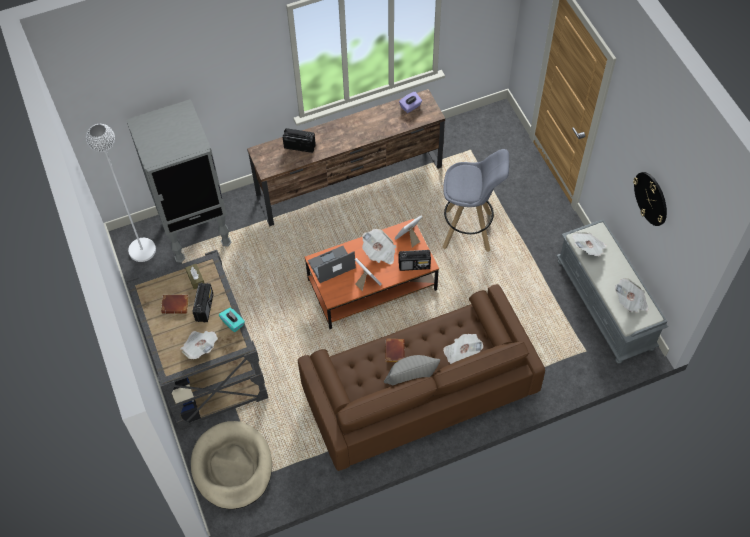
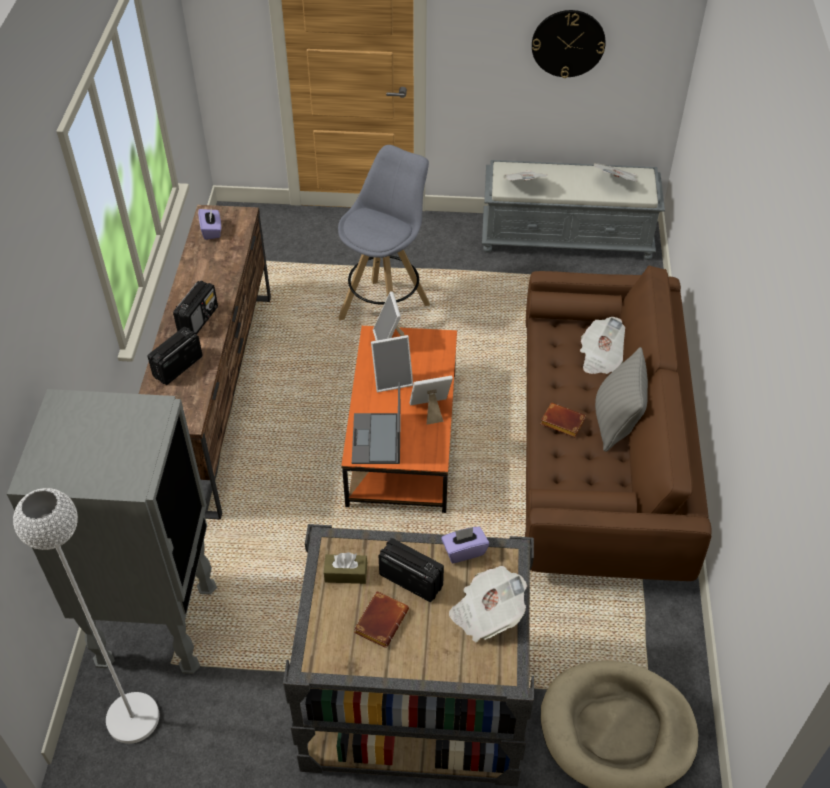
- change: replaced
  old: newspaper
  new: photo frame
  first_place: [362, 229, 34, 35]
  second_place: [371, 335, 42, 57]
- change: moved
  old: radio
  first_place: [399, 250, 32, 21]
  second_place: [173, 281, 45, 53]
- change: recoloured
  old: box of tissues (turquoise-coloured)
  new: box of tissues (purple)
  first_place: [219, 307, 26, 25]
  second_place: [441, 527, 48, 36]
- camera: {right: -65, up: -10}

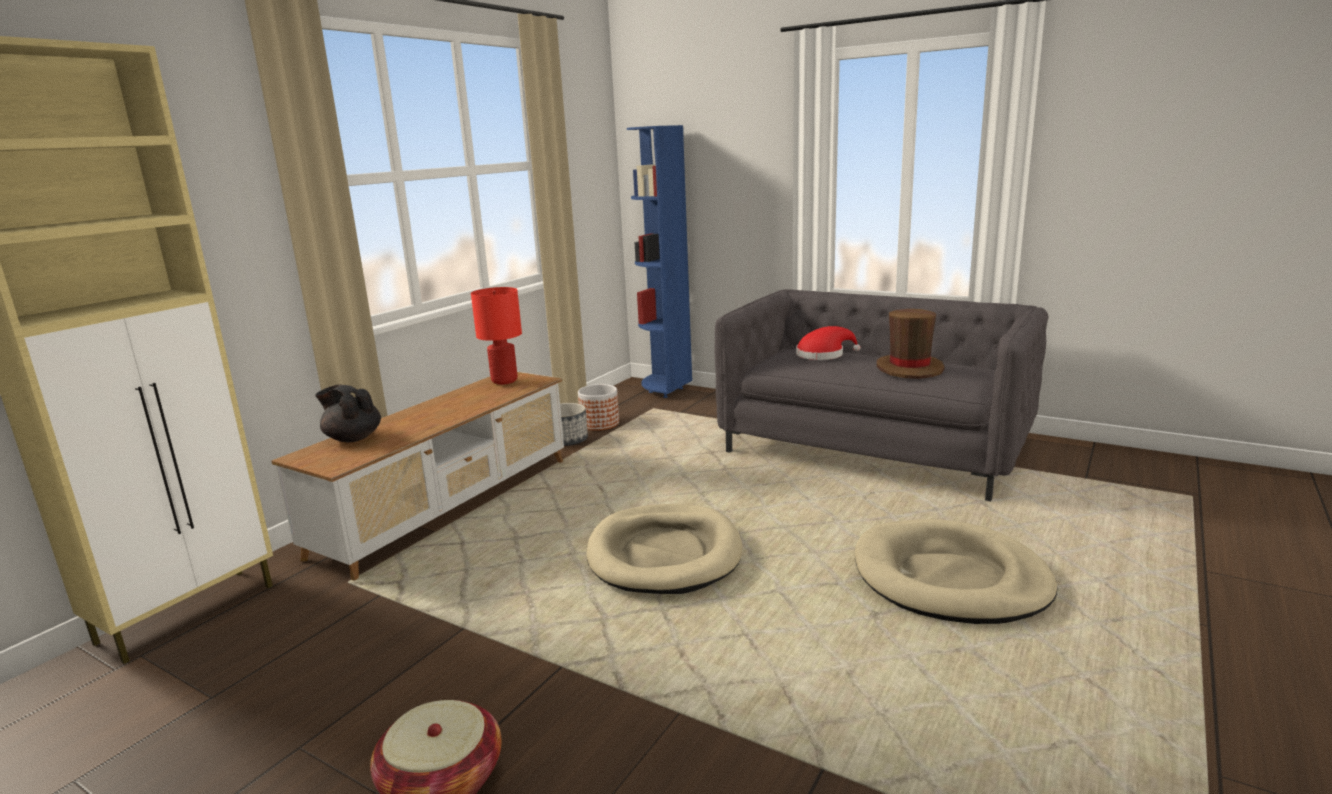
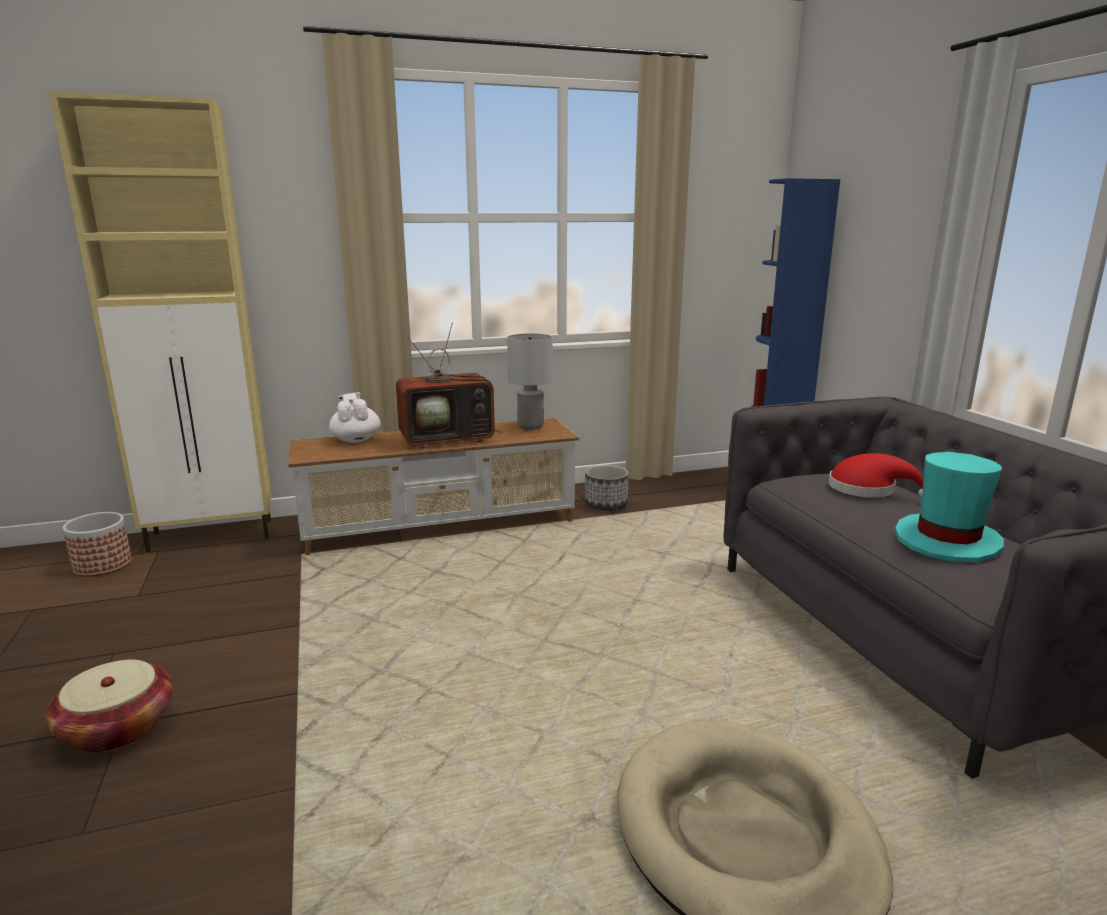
- change: recoloured
  old: tabletop lamp (red)
  new: tabletop lamp (gray)
  first_place: [471, 287, 51, 98]
  second_place: [507, 333, 46, 97]
- change: recoloured
  old: wearable hat (brown)
  new: wearable hat (turquoise-coloured)
  first_place: [877, 309, 68, 70]
  second_place: [895, 452, 109, 111]
- change: recoloured
  old: teapot (black-coloured)
  new: teapot (white)
  first_place: [315, 384, 66, 58]
  second_place: [329, 392, 52, 51]
- change: moved
  old: planter
  first_place: [578, 384, 41, 47]
  second_place: [63, 512, 69, 65]
- change: removed
  old: pet bed (sand-coloured)
  first_place: [586, 504, 156, 90]
- change: added
  new: TV
  second_place: [396, 322, 107, 127]
- camera: {right: 40, up: 0}

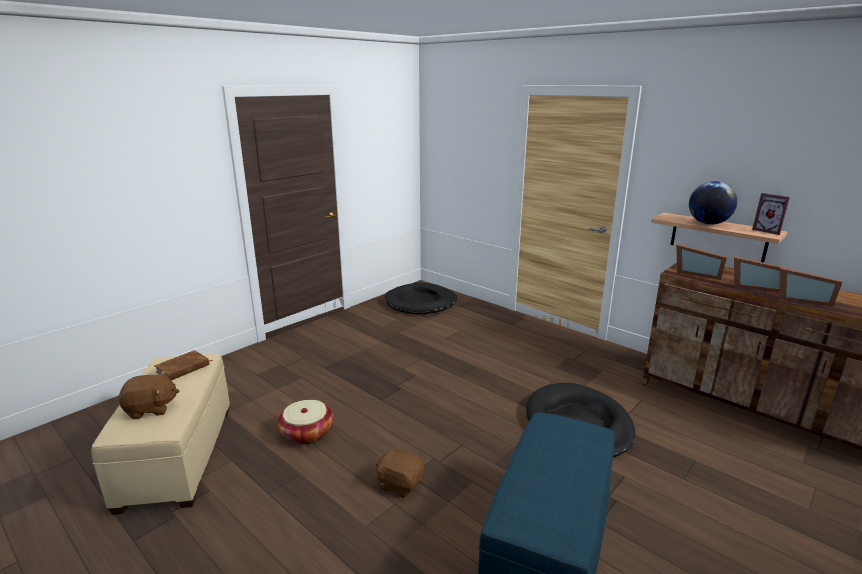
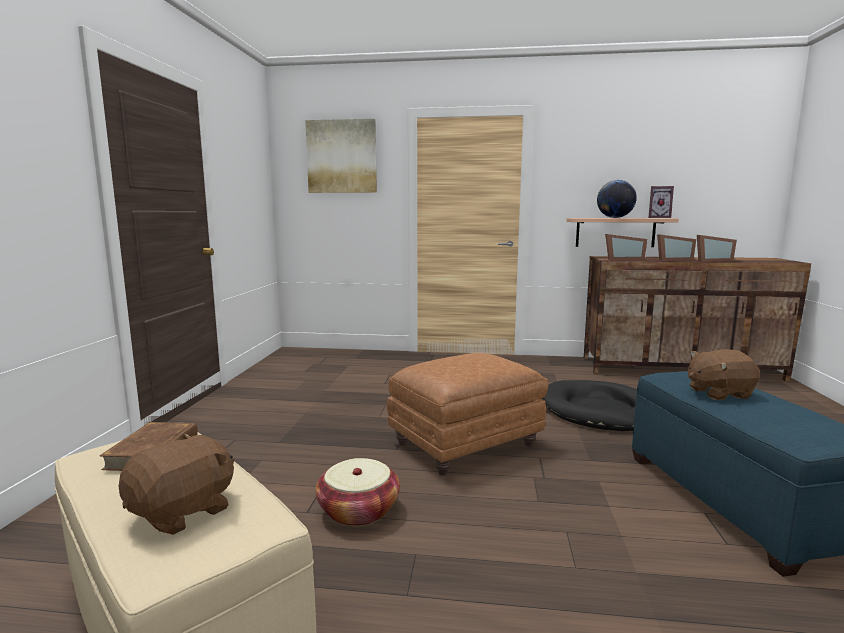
- change: removed
  old: pet bed (black-coloured)
  first_place: [385, 283, 72, 31]
- change: moved
  old: cuddly toy (brown)
  first_place: [376, 446, 48, 52]
  second_place: [688, 349, 72, 51]
- change: added
  new: wall picture
  second_place: [305, 119, 72, 74]
- change: added
  new: ottoman (brown)
  second_place: [387, 353, 161, 123]
- camera: {right: -35, up: -10}

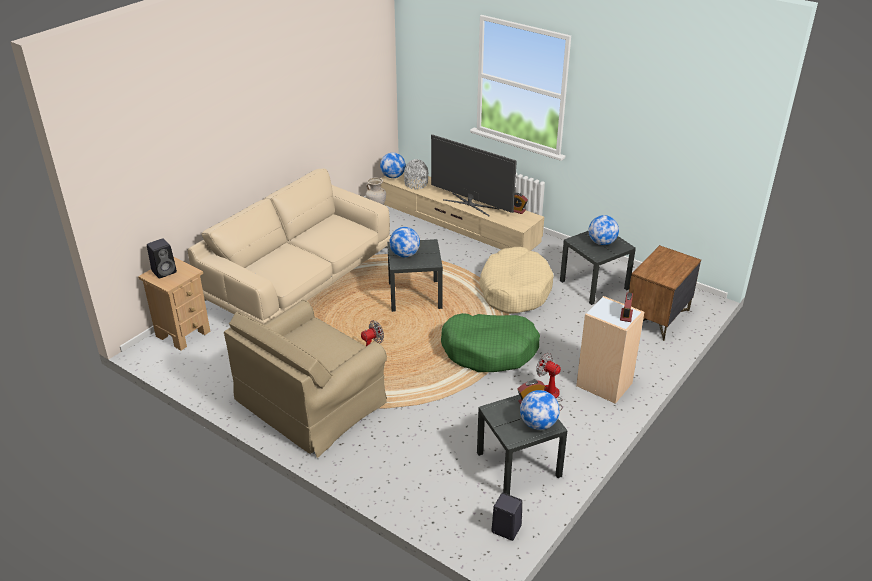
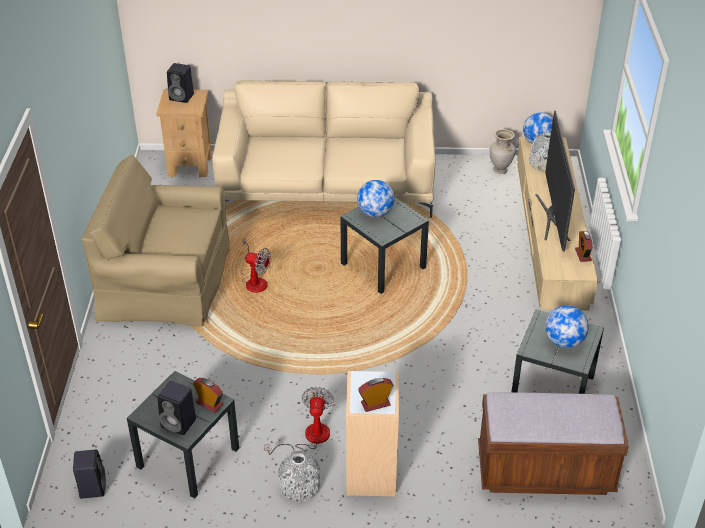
- change: replaced
  old: bedside table (brown)
  new: long seat (brown)
  first_place: [629, 245, 72, 96]
  second_place: [478, 392, 151, 103]
- change: removed
  old: pet bed (sand-coloured)
  first_place: [479, 247, 75, 67]
- change: removed
  old: pet bed (greenish)
  first_place: [441, 313, 99, 59]
- change: replaced
  old: globe
  new: loudspeaker (black-coloured)
  first_place: [520, 390, 40, 40]
  second_place: [157, 381, 39, 54]
- change: added
  new: flower vase (gray)
  second_place: [278, 451, 43, 52]
- camera: {right: 55, up: 5}

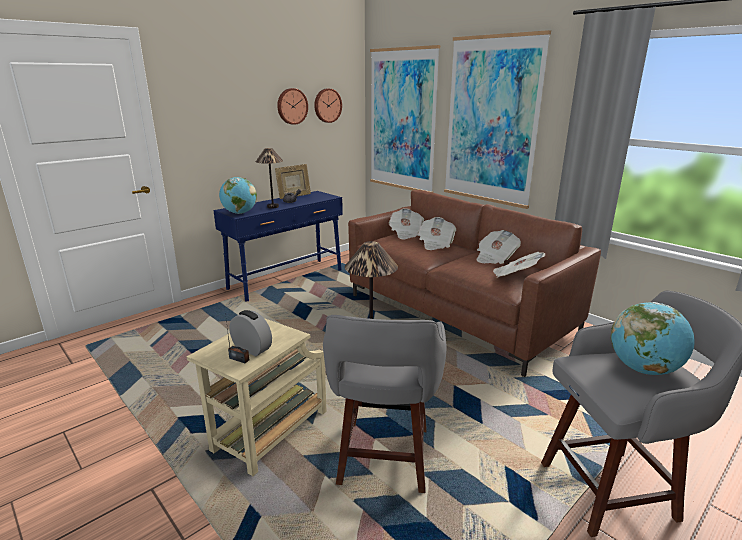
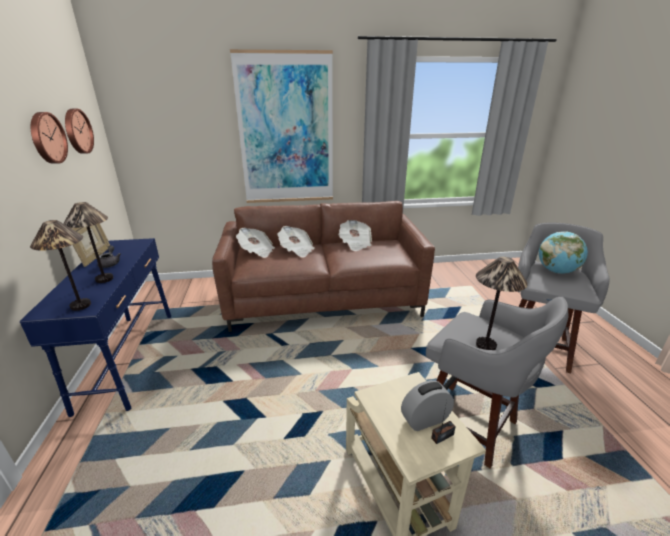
- change: removed
  old: wall picture
  first_place: [370, 45, 70, 148]
- change: replaced
  old: globe
  new: tabletop lamp
  first_place: [219, 177, 38, 37]
  second_place: [30, 220, 61, 91]
- change: removed
  old: newspaper
  first_place: [493, 252, 52, 25]
- camera: {right: -55, up: 5}

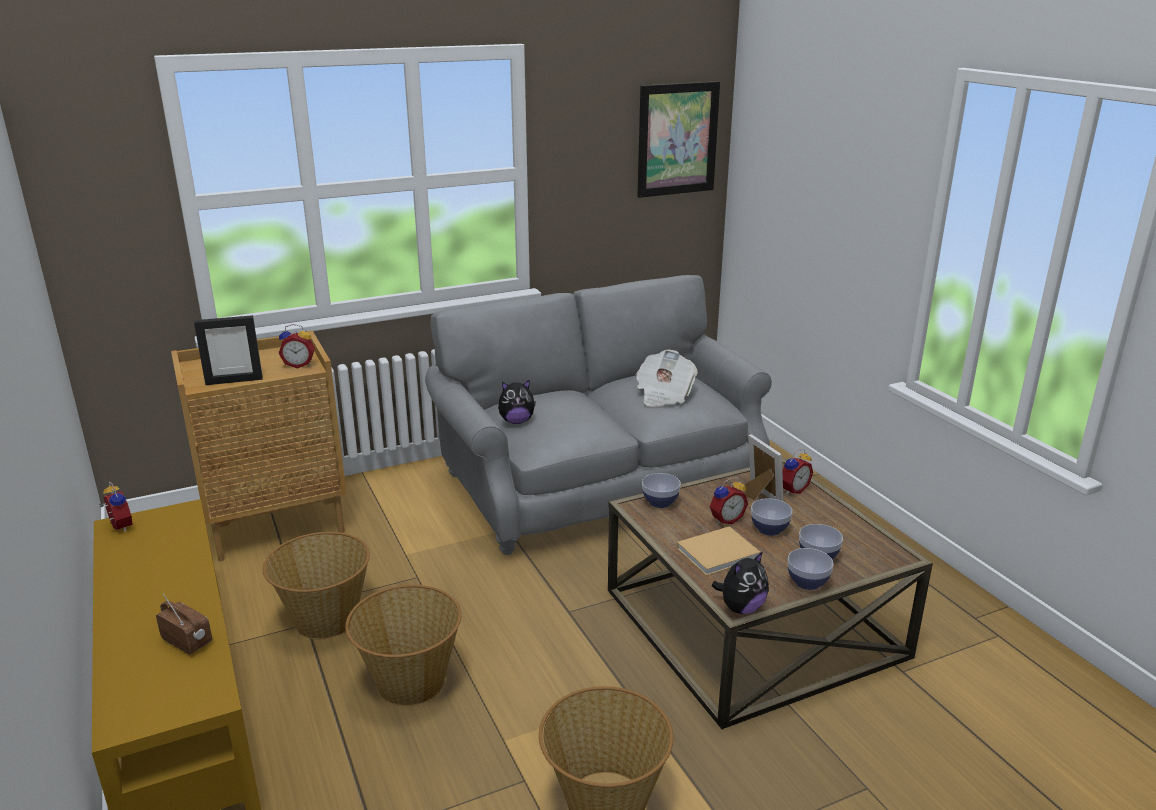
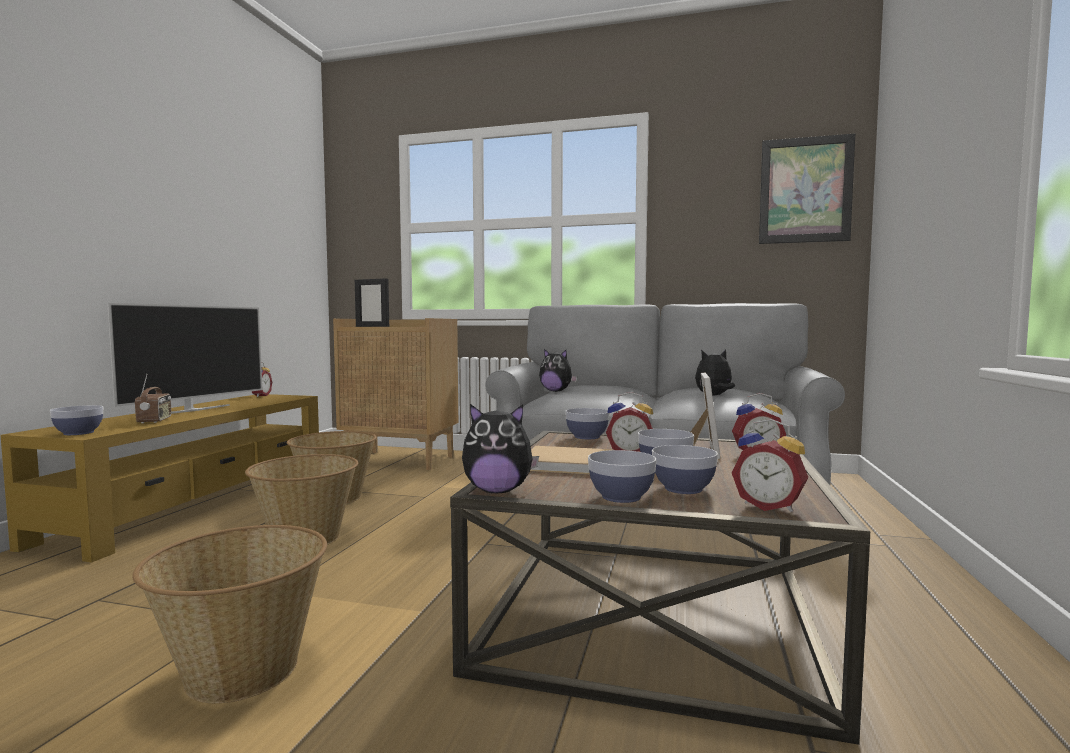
- change: moved
  old: bedside clock
  first_place: [279, 324, 36, 45]
  second_place: [732, 419, 76, 93]
- change: replaced
  old: newspaper
  new: cuddly toy
  first_place: [636, 350, 62, 57]
  second_place: [695, 350, 40, 46]
- change: added
  new: TV
  second_place: [107, 303, 155, 111]
- change: added
  new: deep dish
  second_place: [50, 405, 53, 30]
- camera: {right: 40, up: -20}

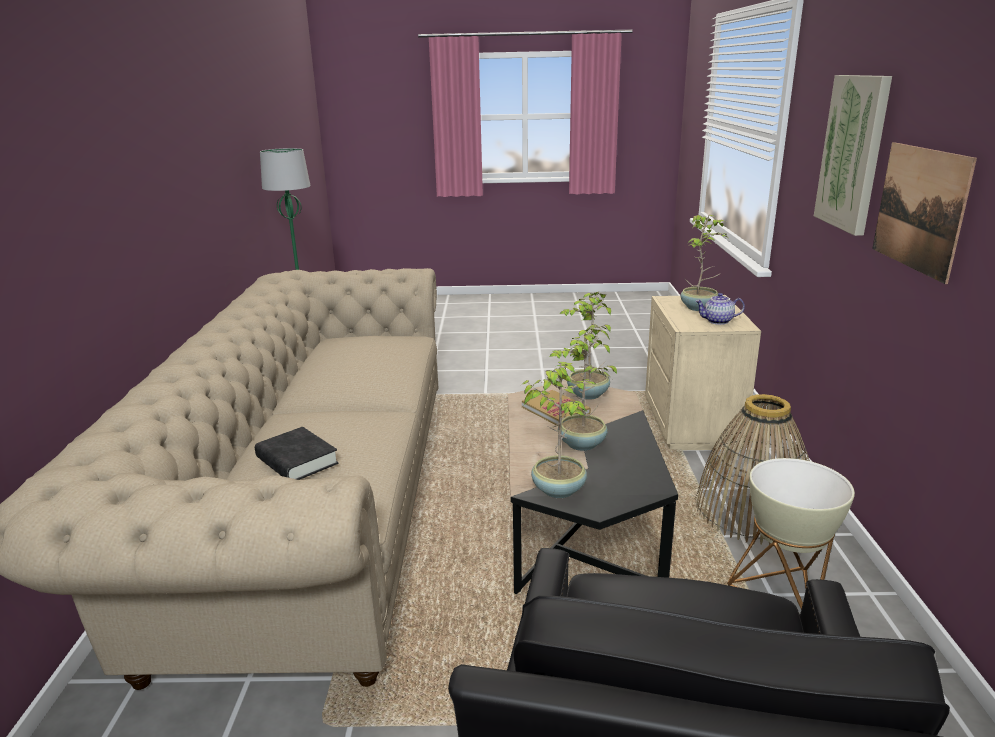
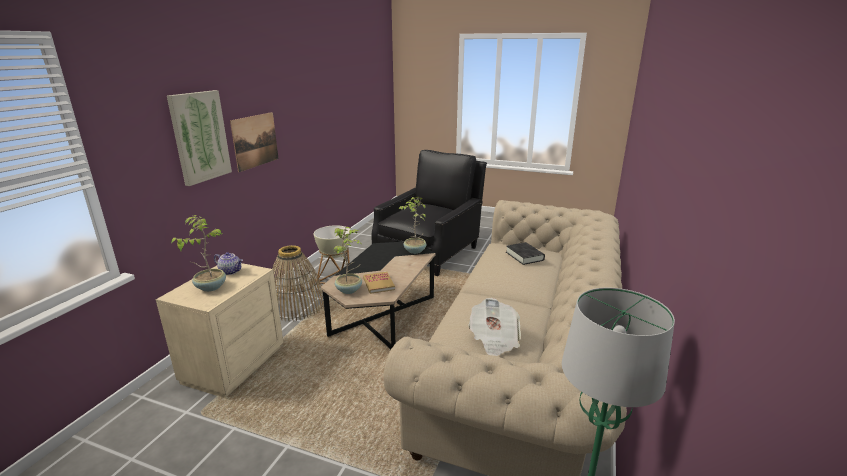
- change: removed
  old: houseplant
  first_place: [549, 327, 68, 124]
- change: added
  new: newspaper
  second_place: [468, 298, 53, 58]
- camera: {right: -160, up: 0}

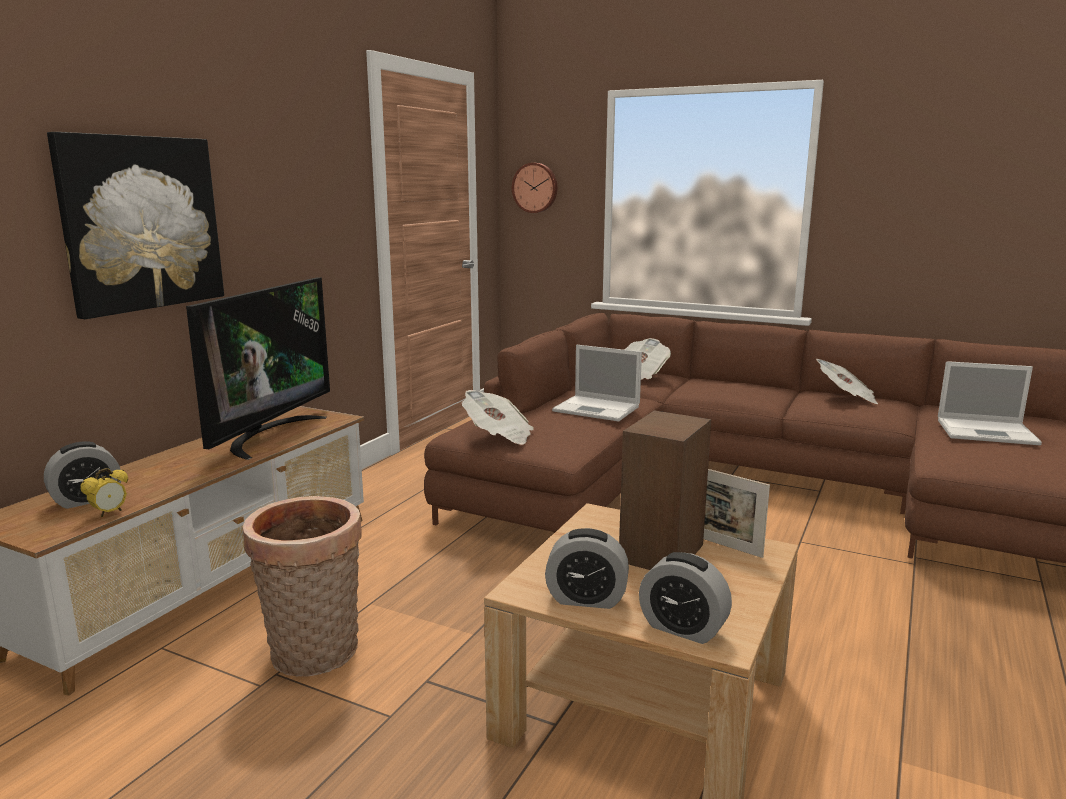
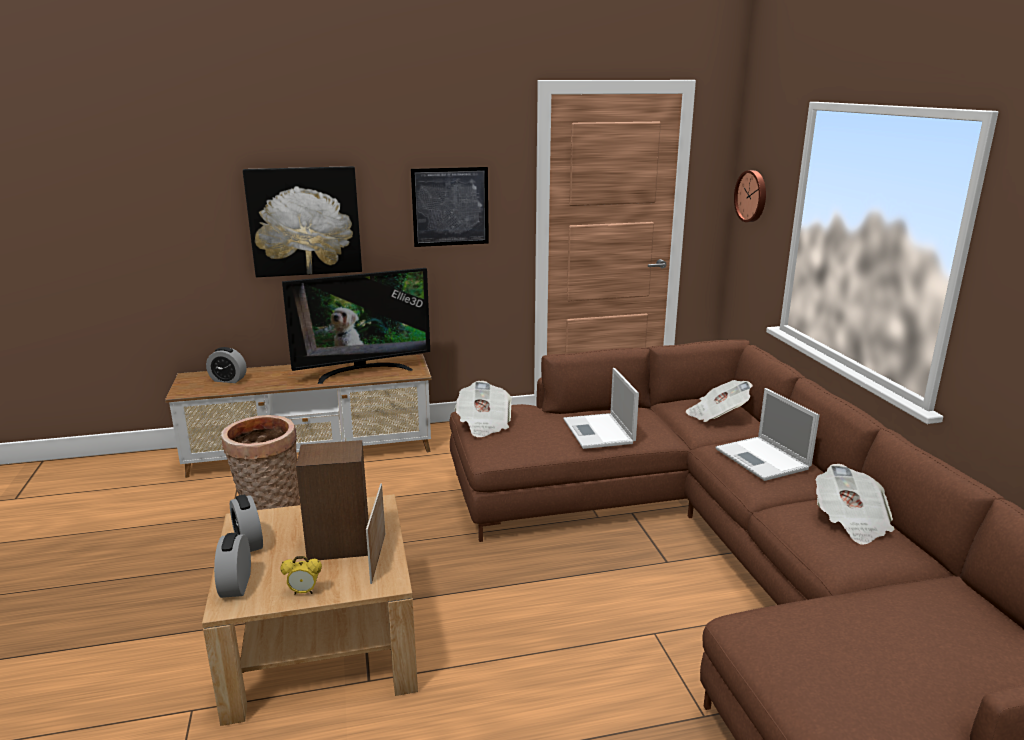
- change: moved
  old: laptop
  first_place: [938, 361, 104, 84]
  second_place: [716, 388, 104, 93]
- change: moved
  old: bedside clock
  first_place: [81, 468, 47, 49]
  second_place: [280, 556, 42, 39]
- change: added
  new: wall picture
  second_place: [411, 167, 78, 80]
- camera: {right: 50, up: 5}

